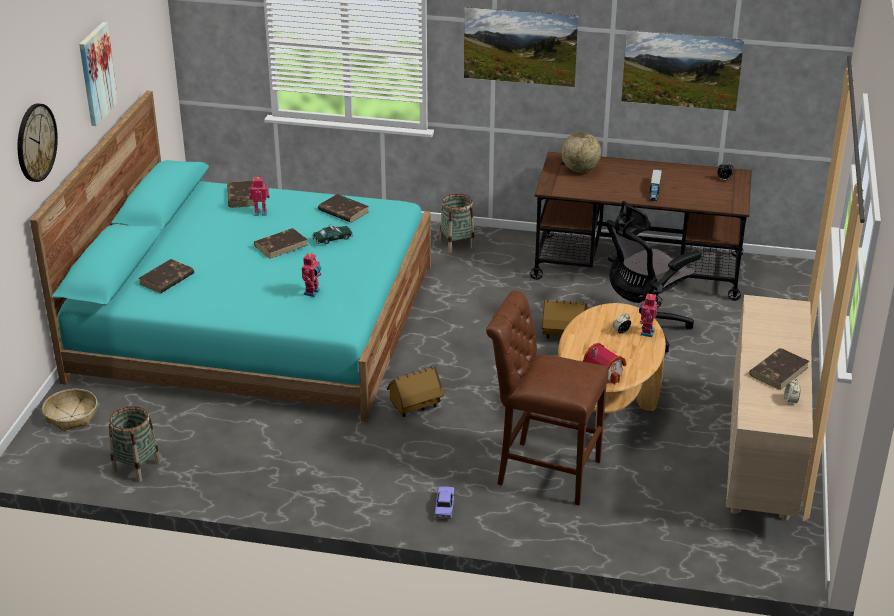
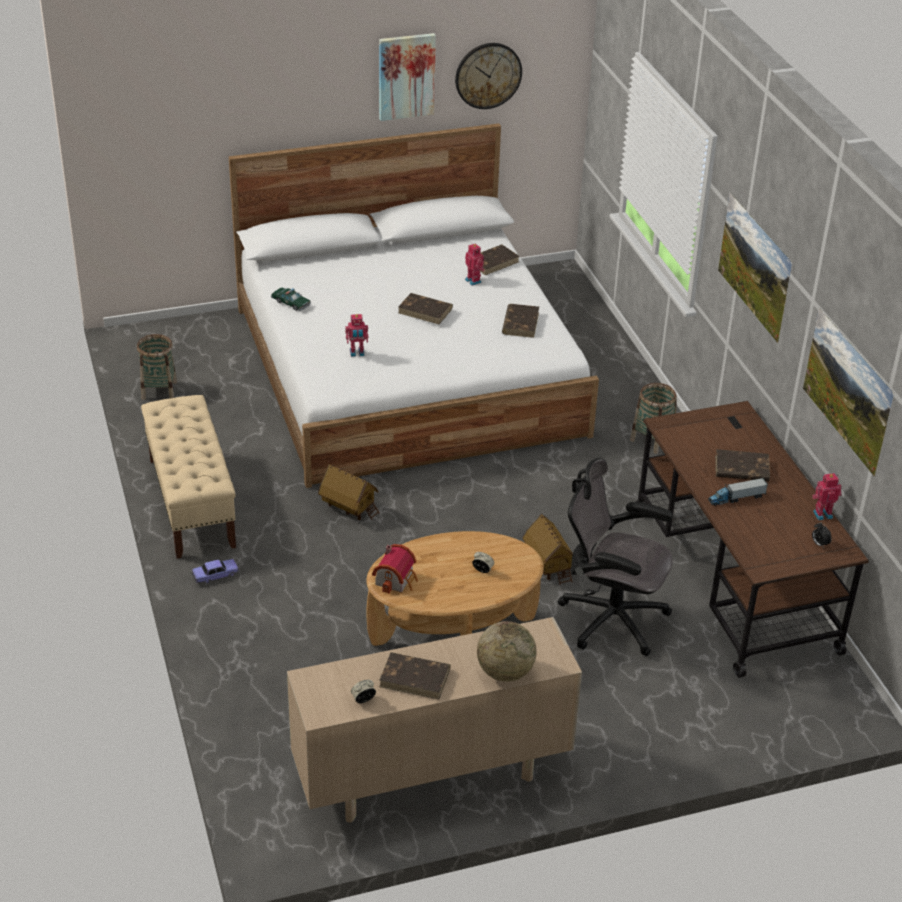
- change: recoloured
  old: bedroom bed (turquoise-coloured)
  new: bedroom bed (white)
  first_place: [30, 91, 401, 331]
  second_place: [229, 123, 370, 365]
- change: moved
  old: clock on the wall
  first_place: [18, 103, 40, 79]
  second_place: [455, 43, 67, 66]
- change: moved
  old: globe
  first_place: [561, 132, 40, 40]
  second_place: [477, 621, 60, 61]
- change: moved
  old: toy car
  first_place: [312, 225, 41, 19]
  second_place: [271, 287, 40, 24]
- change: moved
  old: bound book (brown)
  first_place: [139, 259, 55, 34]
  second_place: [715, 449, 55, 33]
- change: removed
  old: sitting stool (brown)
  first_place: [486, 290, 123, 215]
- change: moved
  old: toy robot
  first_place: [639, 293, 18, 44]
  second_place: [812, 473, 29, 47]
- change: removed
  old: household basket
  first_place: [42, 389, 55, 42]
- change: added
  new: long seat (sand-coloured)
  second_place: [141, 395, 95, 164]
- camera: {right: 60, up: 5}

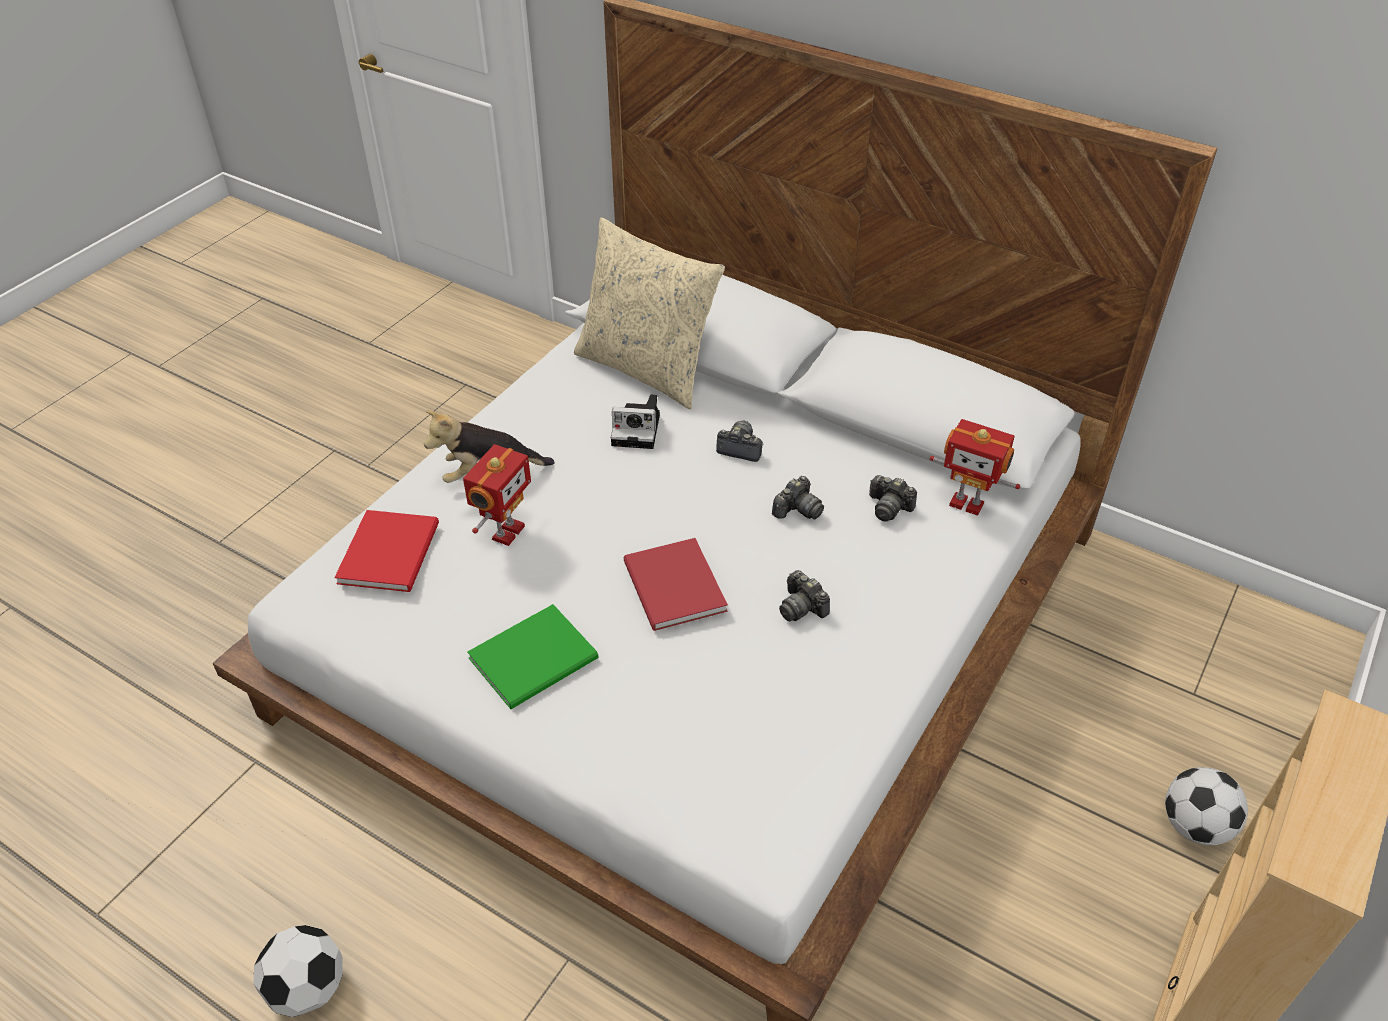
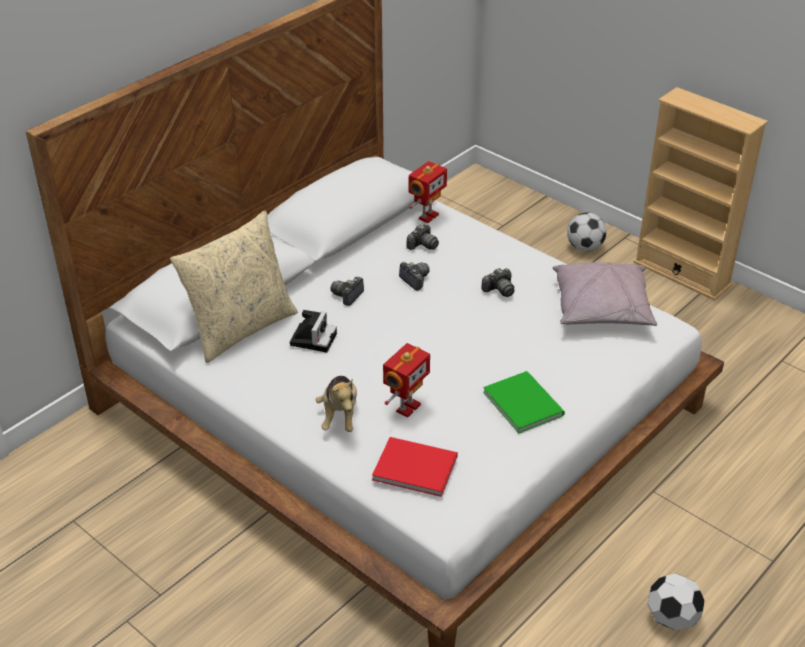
- change: turned
  old: toy robot
  first_place: [463, 444, 68, 102]
  second_place: [383, 343, 47, 75]
  degrees: 90
- change: removed
  old: bound book (red)
  first_place: [624, 538, 104, 93]
- change: added
  new: pillow (purple)
  second_place: [553, 262, 104, 64]
- camera: {right: -80, up: -5}

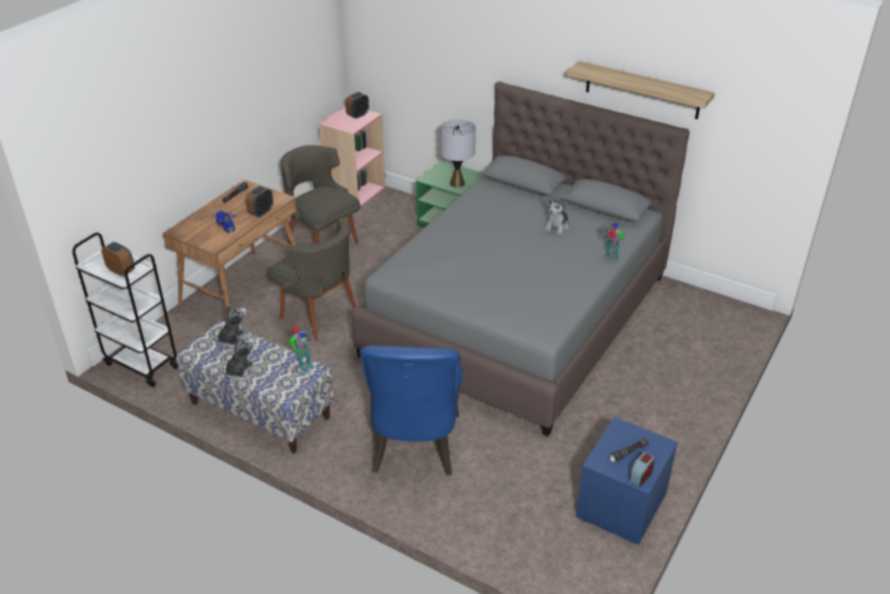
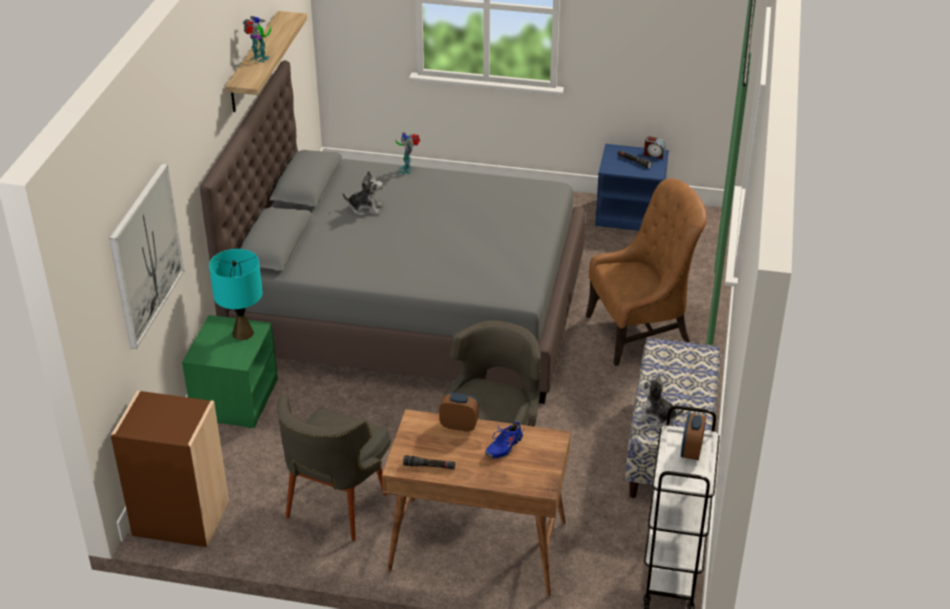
- change: removed
  old: bedside clock
  first_place: [345, 92, 24, 27]
- change: recoloured
  old: bookshelf (pinkish)
  new: bookshelf (brown)
  first_place: [319, 106, 66, 101]
  second_place: [111, 390, 118, 157]
- change: recoloured
  old: tabletop lamp (gray)
  new: tabletop lamp (turquoise-coloured)
  first_place: [440, 119, 36, 69]
  second_place: [209, 249, 54, 91]
- change: moved
  old: toy robot
  first_place: [289, 326, 26, 47]
  second_place: [243, 16, 28, 47]
- change: removed
  old: cuddly toy
  first_place: [221, 335, 38, 46]
- change: recoloured
  old: upright chair (blue-coloured)
  new: upright chair (brown)
  first_place: [359, 345, 104, 131]
  second_place: [586, 178, 121, 188]
- change: added
  new: wall picture
  second_place: [109, 164, 75, 185]
- camera: {right: -110, up: 0}

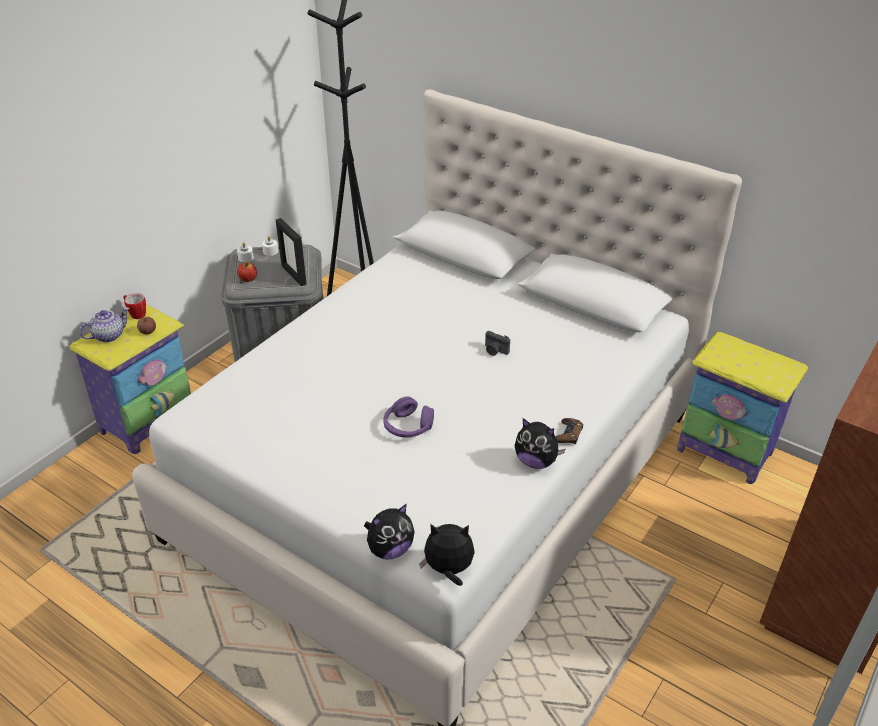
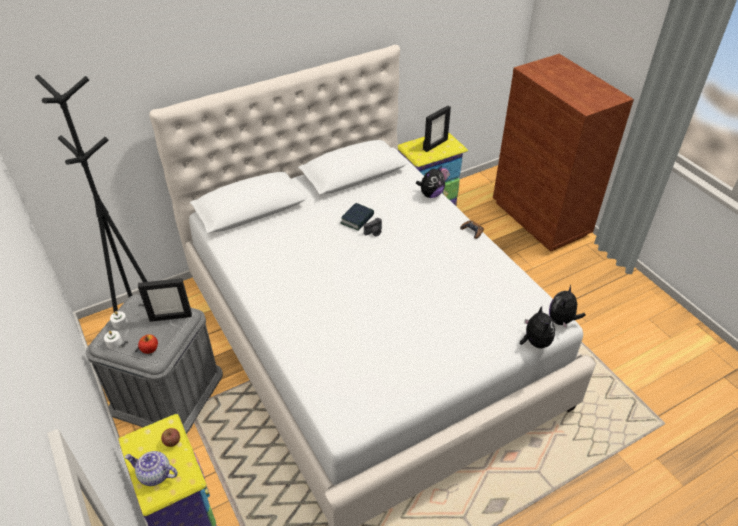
- change: removed
  old: coffee mug
  first_place: [123, 293, 23, 26]
- change: turned
  old: teapot
  first_place: [79, 307, 50, 35]
  second_place: [125, 451, 53, 35]
  degrees: -60
- change: removed
  old: headset (purple)
  first_place: [383, 396, 51, 42]
- change: moved
  old: cuddly toy
  first_place: [515, 418, 50, 51]
  second_place: [416, 166, 29, 32]
- change: added
  new: photo frame
  second_place: [423, 106, 28, 46]
- change: added
  new: bound book
  second_place: [341, 203, 33, 28]
- camera: {right: -65, up: 5}

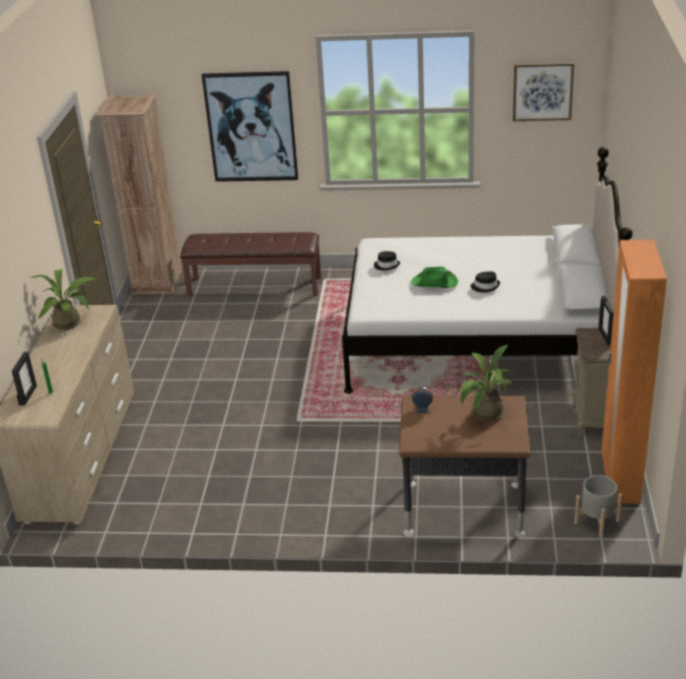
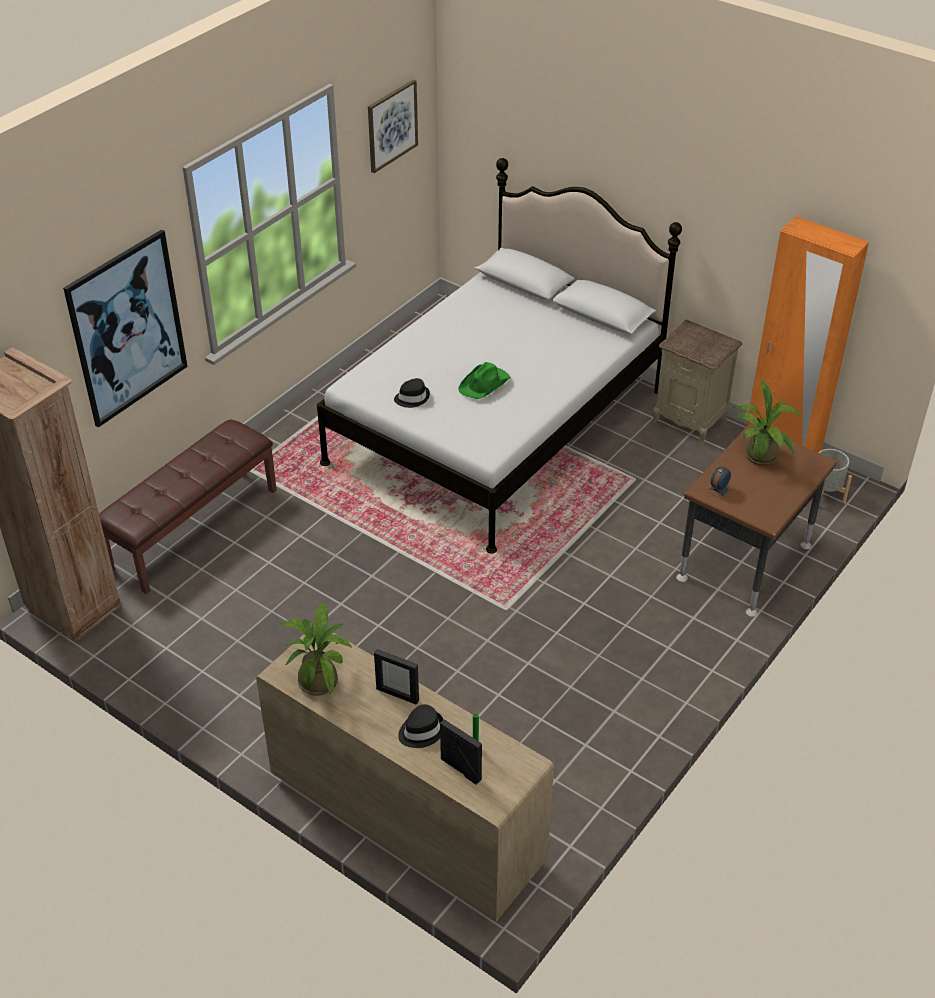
- change: moved
  old: wearable hat (black-coloured)
  first_place: [470, 271, 30, 22]
  second_place: [398, 704, 45, 44]
- change: moved
  old: photo frame
  first_place: [598, 296, 16, 50]
  second_place: [374, 649, 45, 56]
- camera: {right: -60, up: 10}

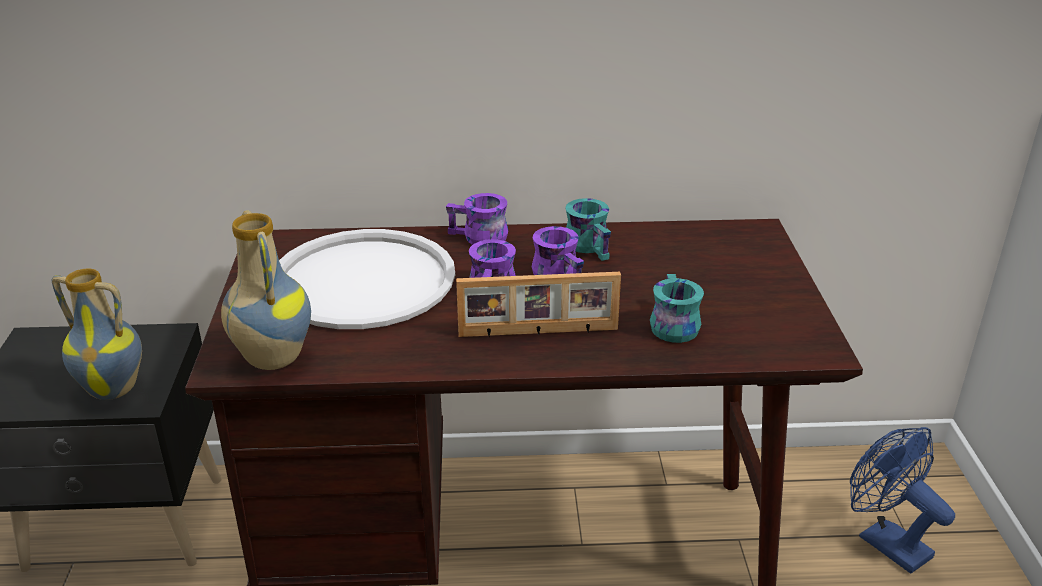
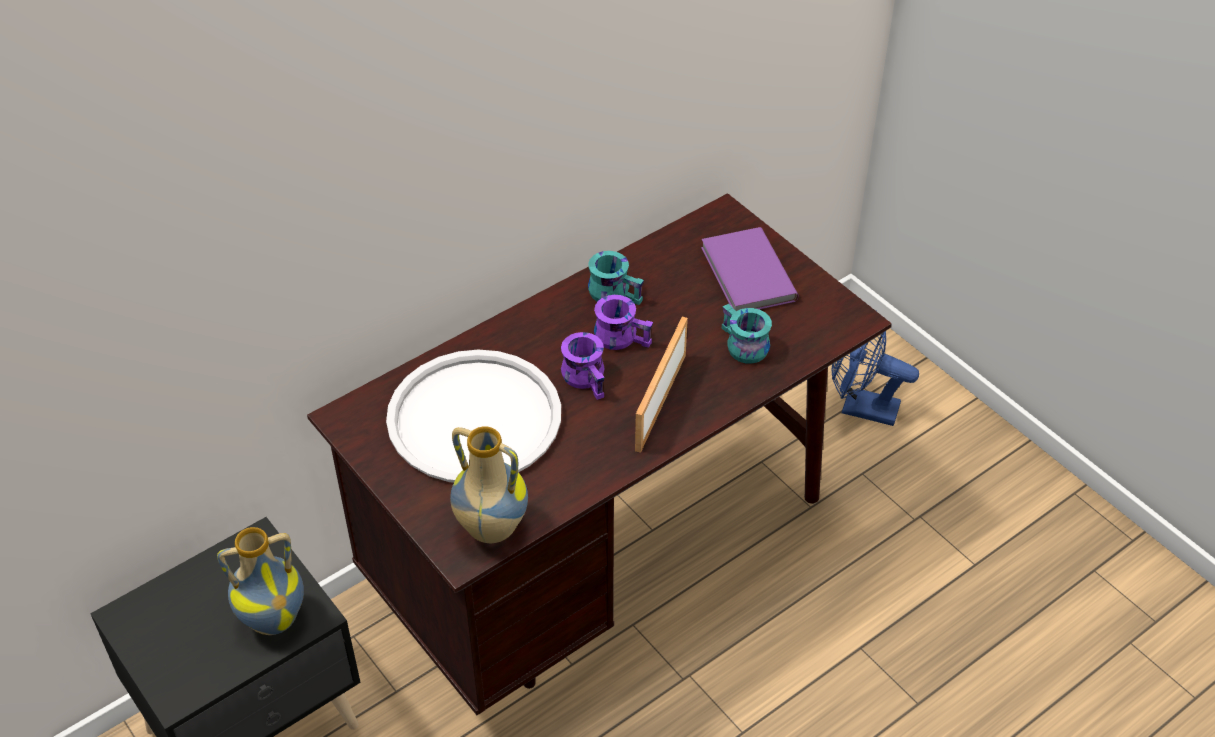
- change: removed
  old: coffee mug (purple)
  first_place: [446, 193, 62, 52]
- change: turned
  old: photo frame
  first_place: [456, 272, 165, 66]
  second_place: [635, 317, 53, 136]
  degrees: 150
- change: added
  new: bound book (purple)
  second_place: [701, 227, 98, 84]
- camera: {right: -35, up: 15}

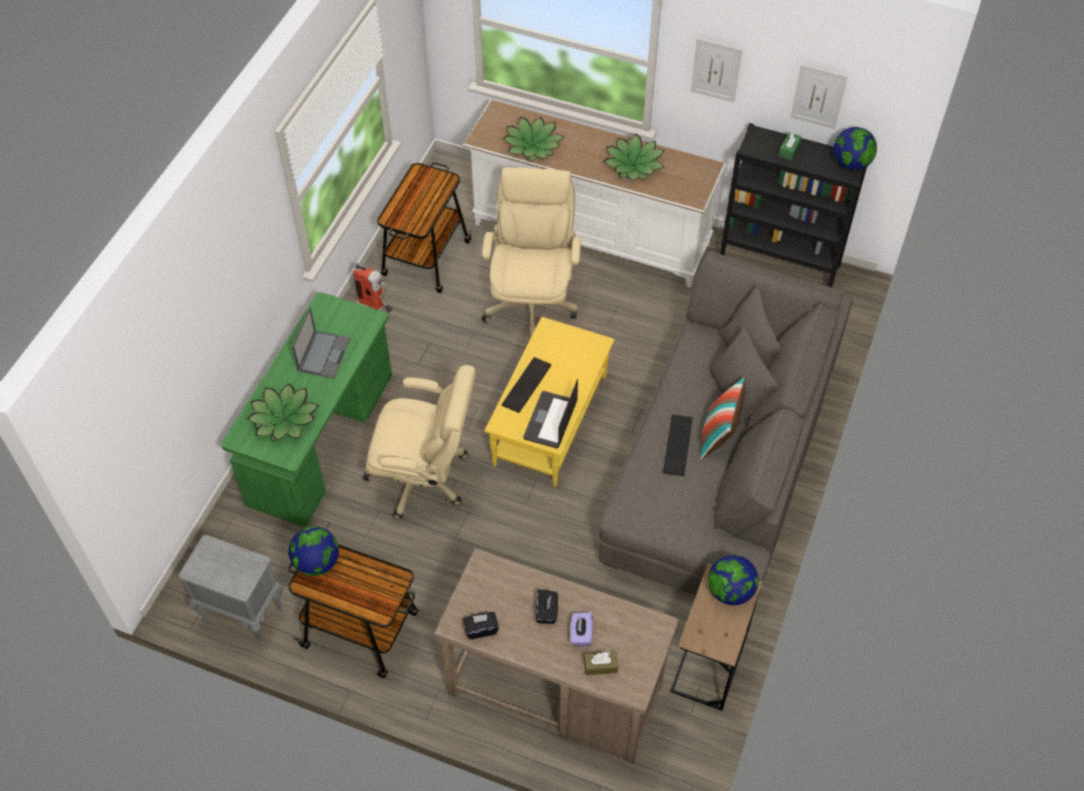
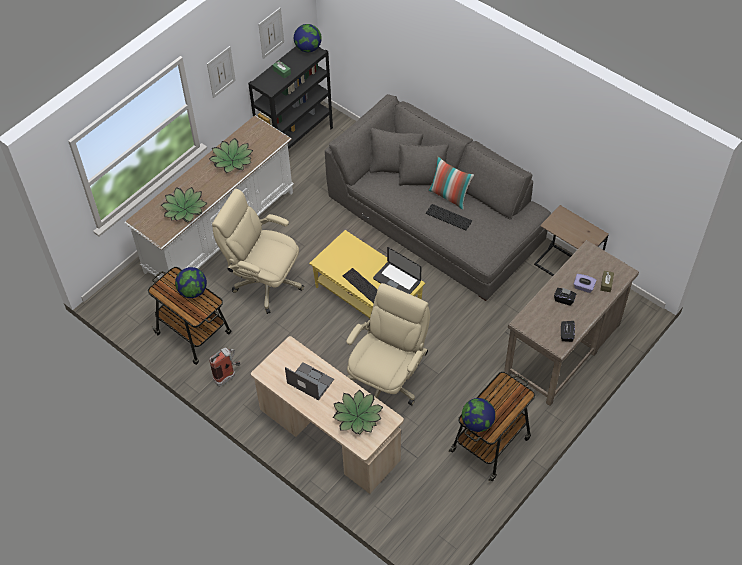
- change: recoloured
  old: desk unit (greenish)
  new: desk unit (sand-coloured)
  first_place: [221, 292, 171, 235]
  second_place: [251, 336, 153, 158]
- change: removed
  old: bedside table (gray)
  first_place: [179, 535, 107, 114]
- change: moved
  old: globe
  first_place: [708, 555, 51, 50]
  second_place: [175, 267, 32, 31]
- camera: {right: -70, up: 0}

